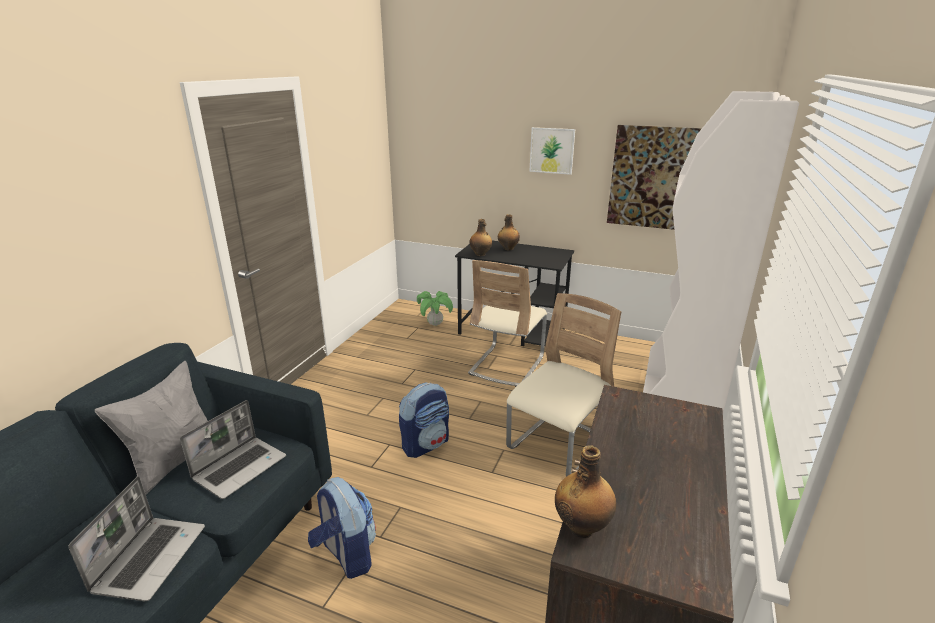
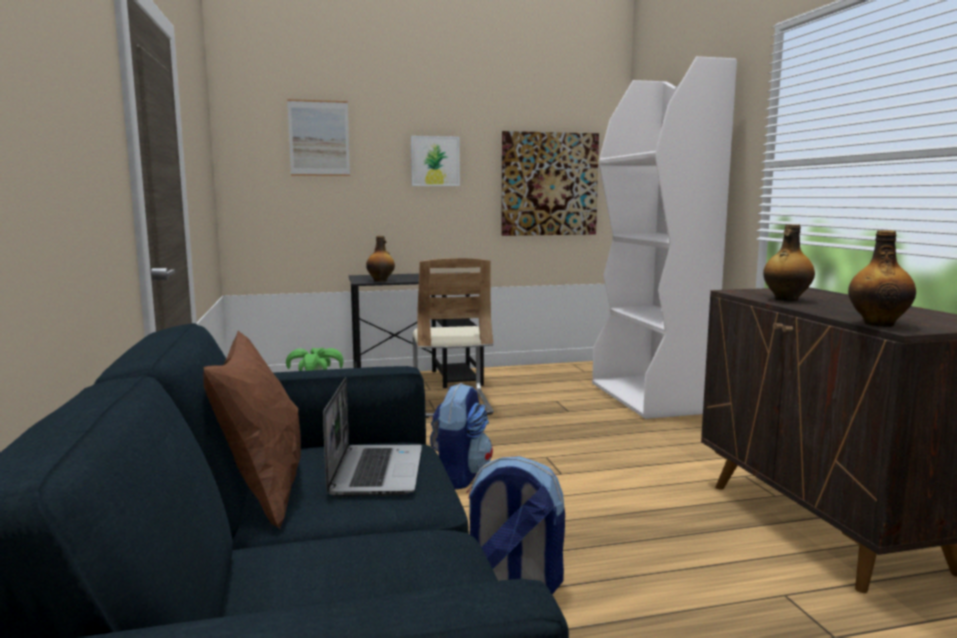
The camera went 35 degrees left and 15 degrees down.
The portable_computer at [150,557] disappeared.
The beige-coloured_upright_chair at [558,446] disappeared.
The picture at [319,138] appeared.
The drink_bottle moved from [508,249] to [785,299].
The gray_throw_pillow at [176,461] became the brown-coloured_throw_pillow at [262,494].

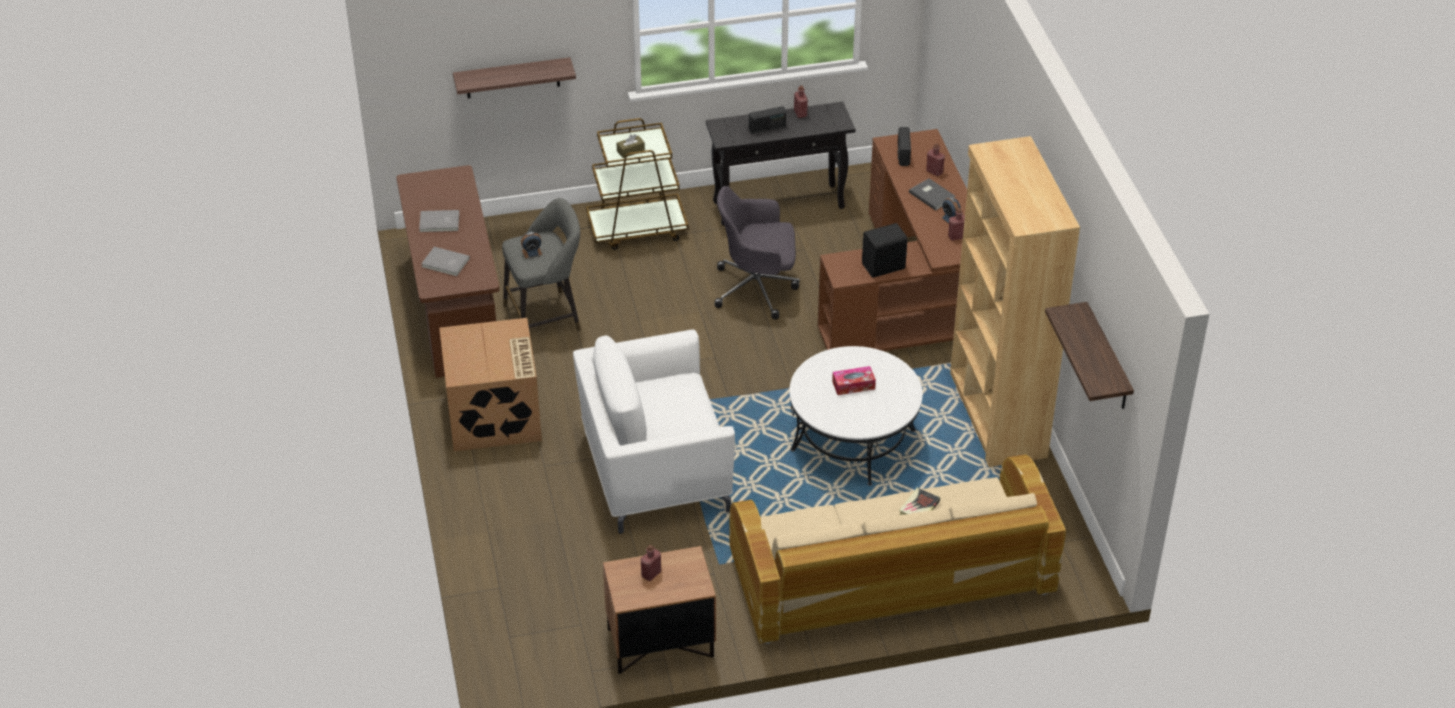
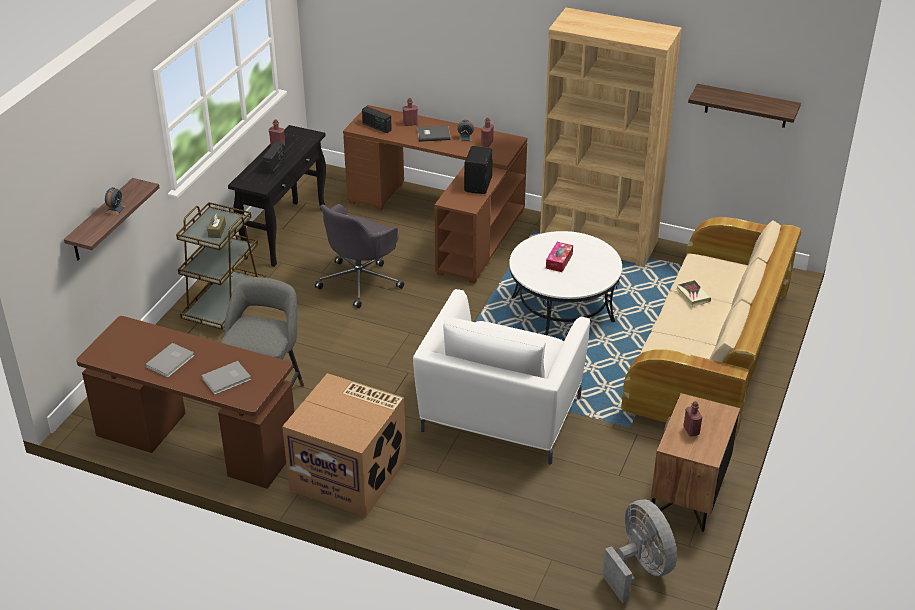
The camera went 55 degrees left and 5 degrees down.
The gray_fan at [639,569] appeared.
The alarm_clock moved from [532,252] to [115,209].

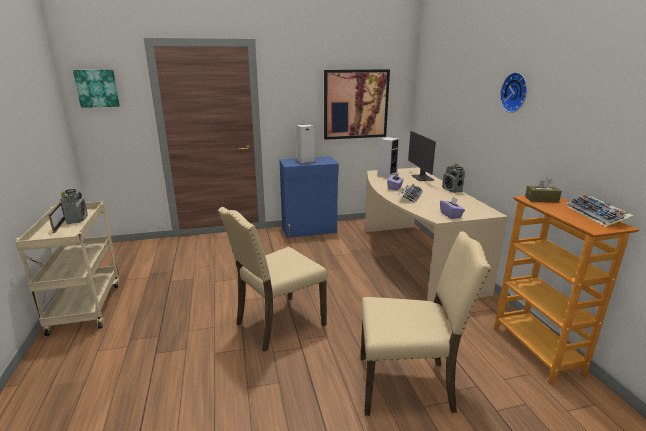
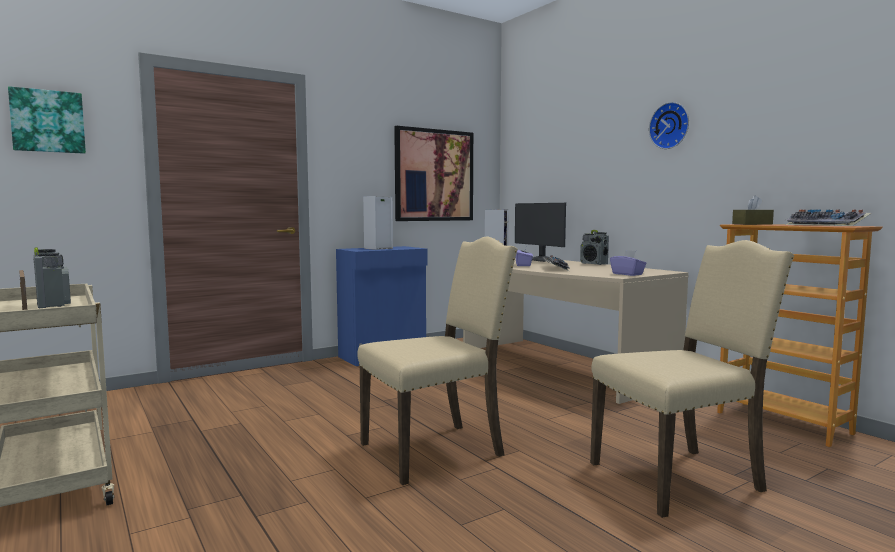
The camera went 20 degrees left and 15 degrees down.
The beige-coloured_upright_chair at [278,324] turned 150 degrees counterclockwise.

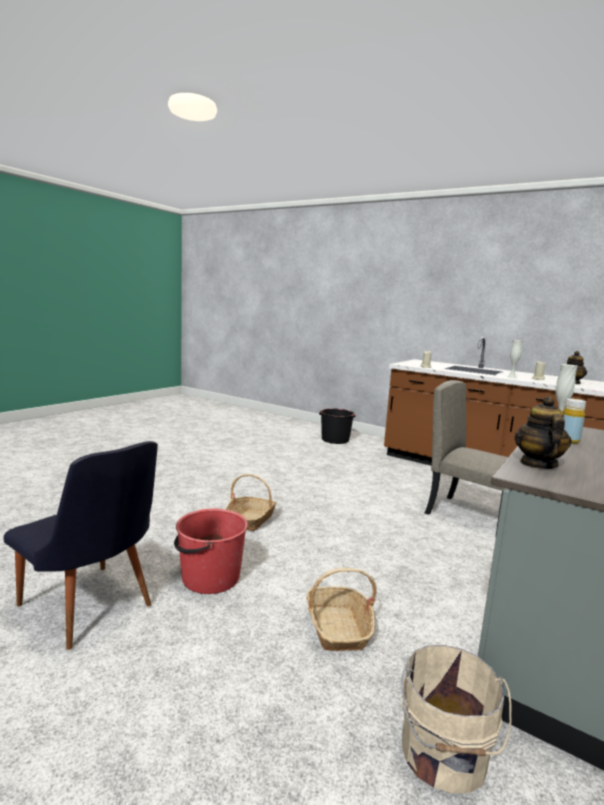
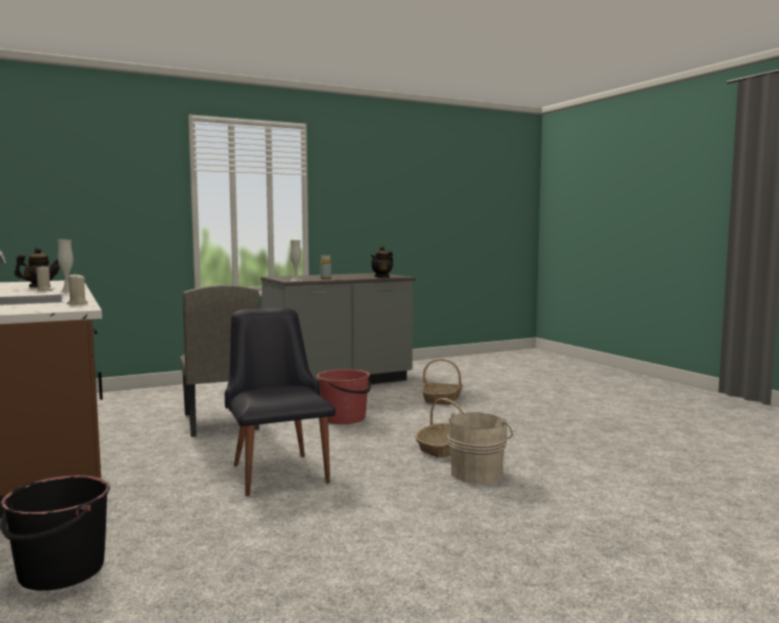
The camera went 150 degrees left and 5 degrees down.
The black_upright_chair moved from [91,611] to [278,470].
The red_bucket moved from [209,578] to [344,418].
The beige-coloured_bucket moved from [443,756] to [478,473].

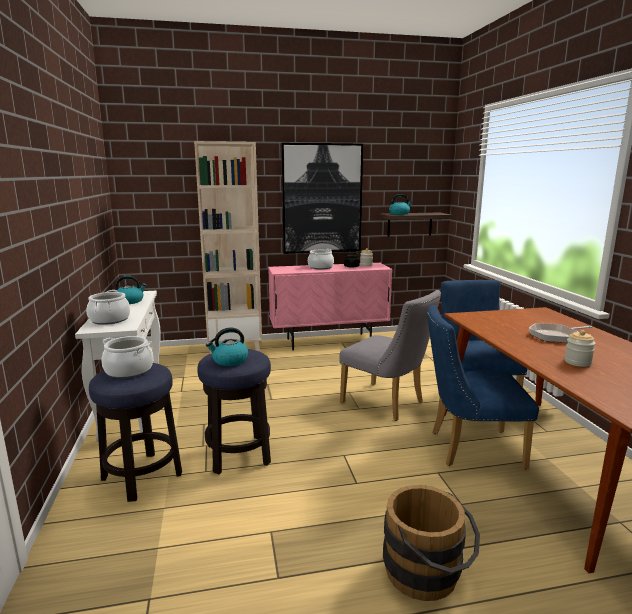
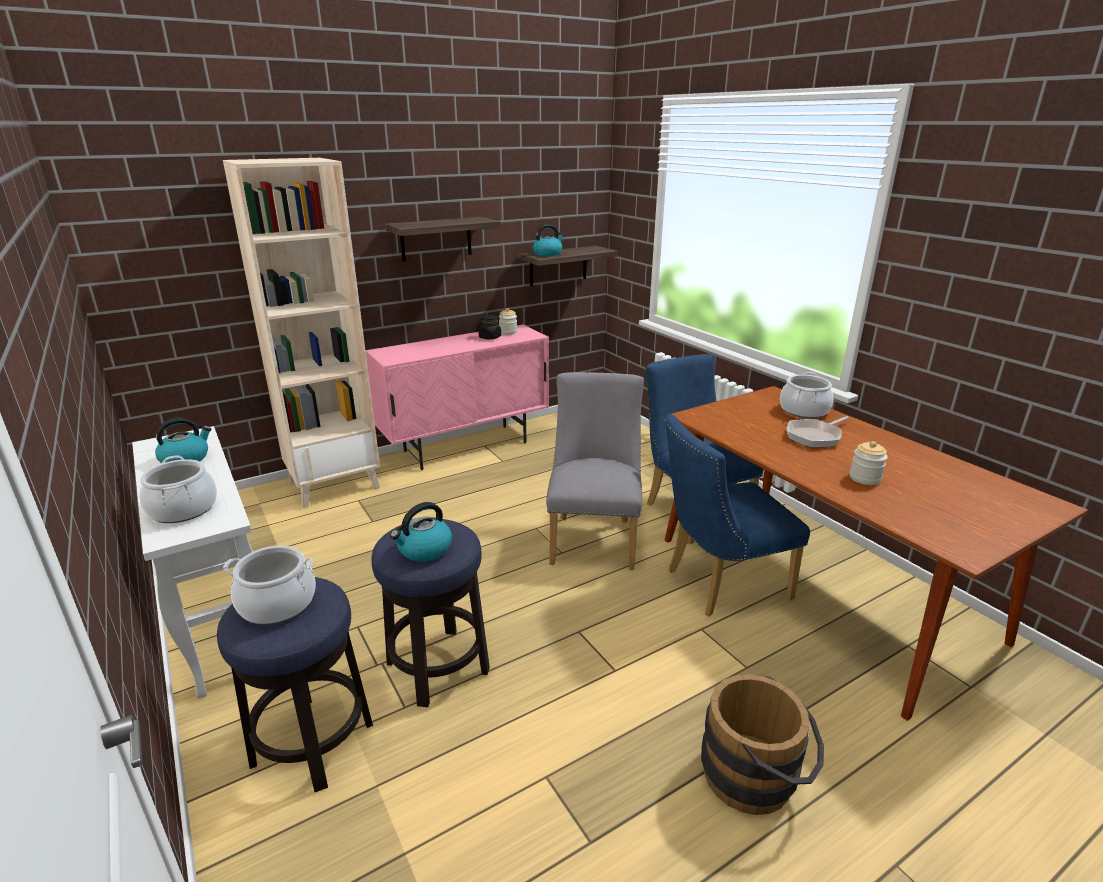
The camera went 20 degrees left and 10 degrees up.
The saucepot moved from [320,267] to [803,411].
The picture at [322,199] was replaced by the bracket_shelf at [436,239].
The gray_upright_chair at [387,404] turned 105 degrees counterclockwise.

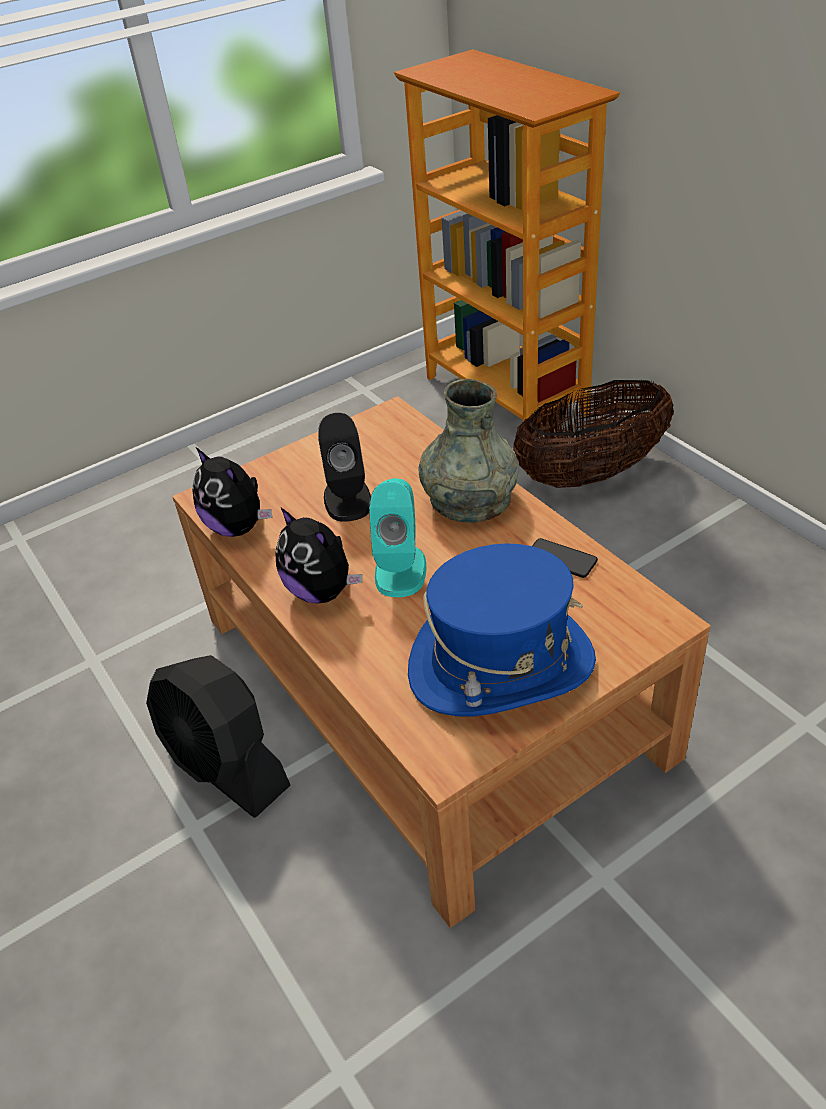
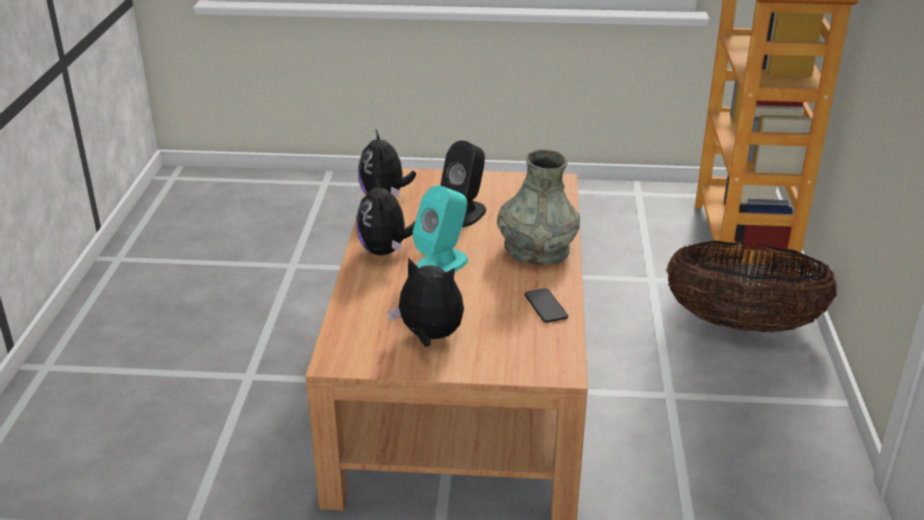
The camera went 35 degrees right and 10 degrees down.
The black_fan at [226,766] disappeared.
The bluish_clothing_hat at [501,666] was replaced by the plush_toy at [429,337].

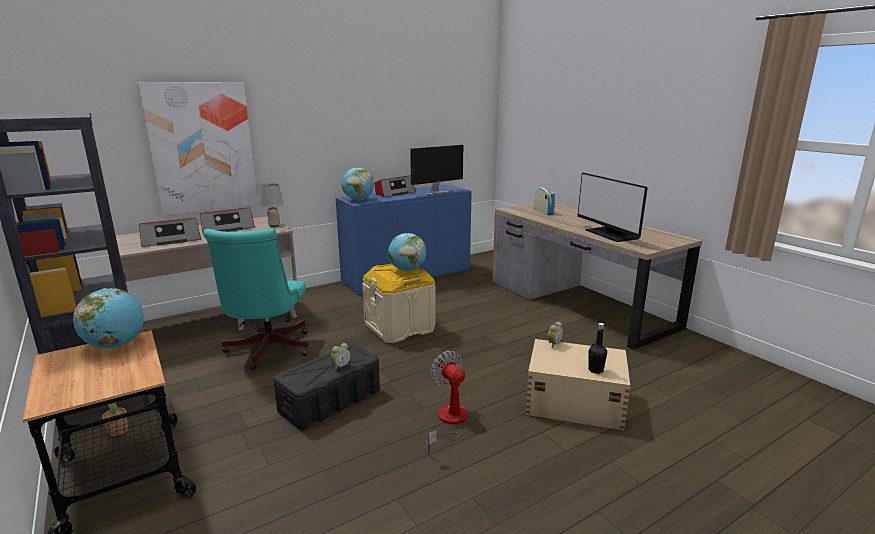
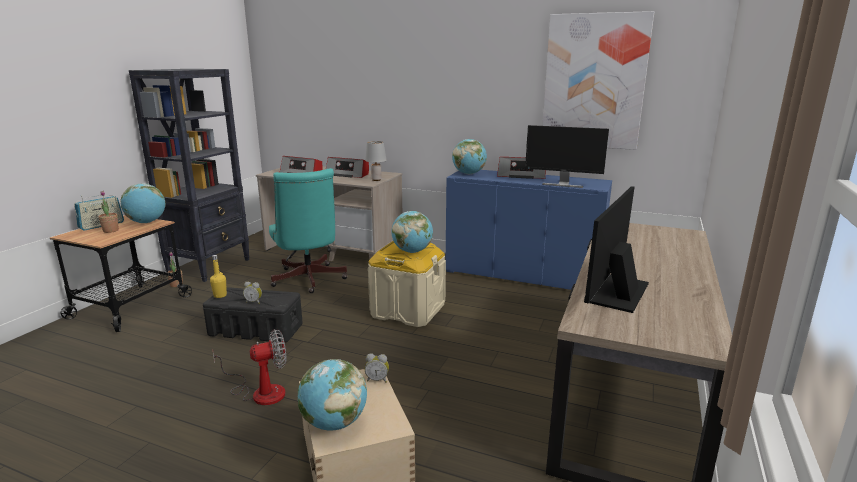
The camera went 55 degrees right and 0 degrees up.
The potted_plant at [111,230] appeared.
The yellow_drink_bottle at [220,295] appeared.
The picture moved from [202,148] to [594,82].
The radio_receiver moved from [543,211] to [101,225].
The black_drink_bottle at [595,370] was replaced by the globe at [334,423].
The turquoise_desk_chair at [267,351] turned 75 degrees counterclockwise.
The fan at [449,422] turned 45 degrees clockwise.

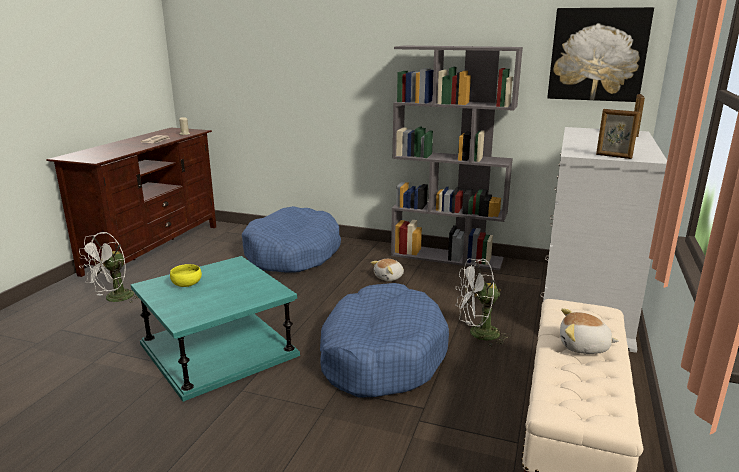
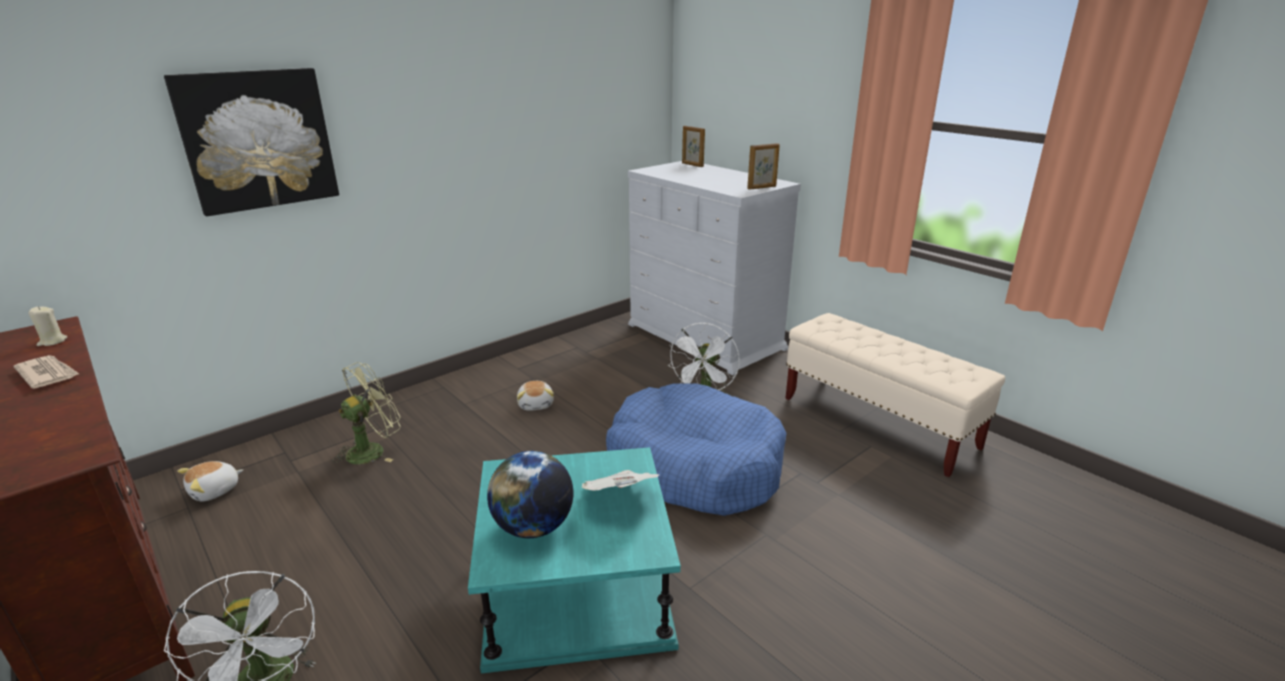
The camera went 60 degrees left and 5 degrees up.
The gray_bookshelf at [447,257] disappeared.
The printed_paper at [620,497] appeared.
The picture moved from [597,55] to [258,140].
The plush_toy moved from [583,347] to [215,491].
The yellow_deep_dish at [187,284] was replaced by the globe at [533,527].
The bluish_dog_bed at [292,254] was replaced by the greenish_fan at [372,450].

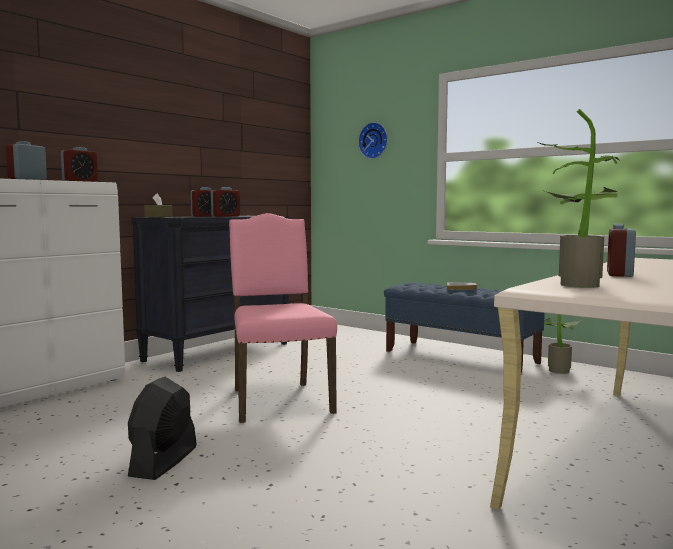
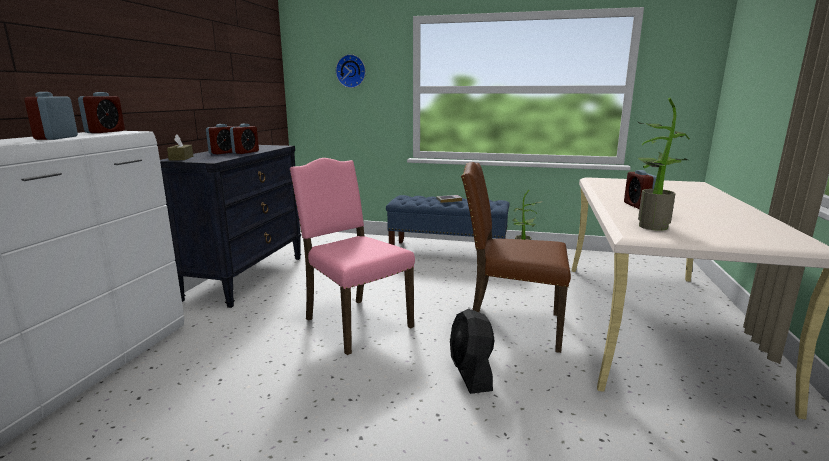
The camera went 25 degrees left and 10 degrees up.
The brown-coloured_upright_chair at [511,326] appeared.
The black_fan moved from [163,461] to [471,373].

